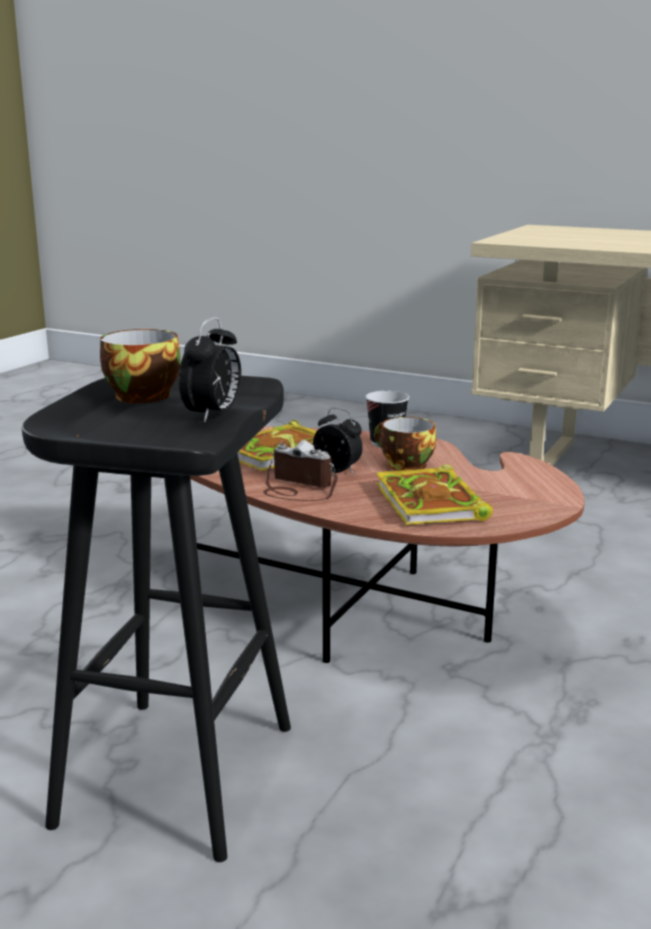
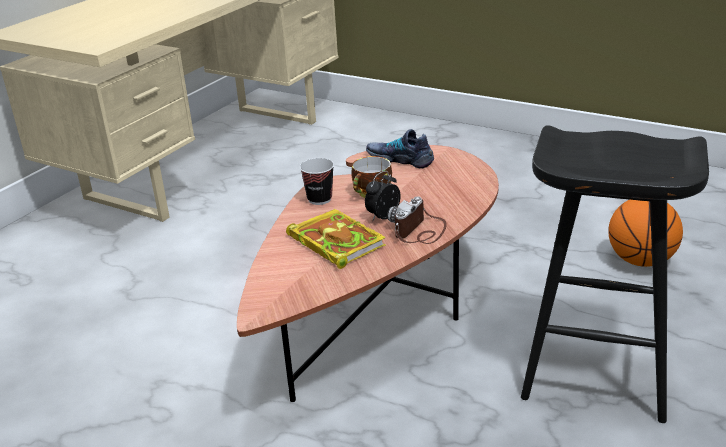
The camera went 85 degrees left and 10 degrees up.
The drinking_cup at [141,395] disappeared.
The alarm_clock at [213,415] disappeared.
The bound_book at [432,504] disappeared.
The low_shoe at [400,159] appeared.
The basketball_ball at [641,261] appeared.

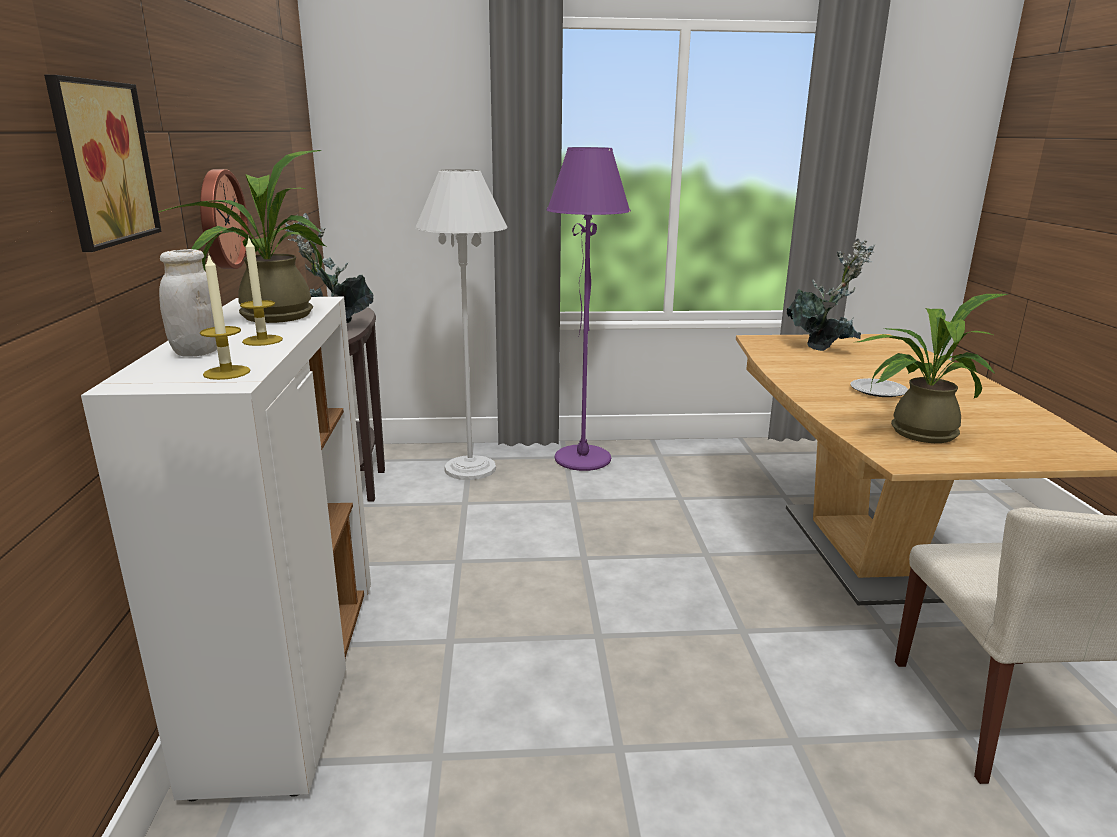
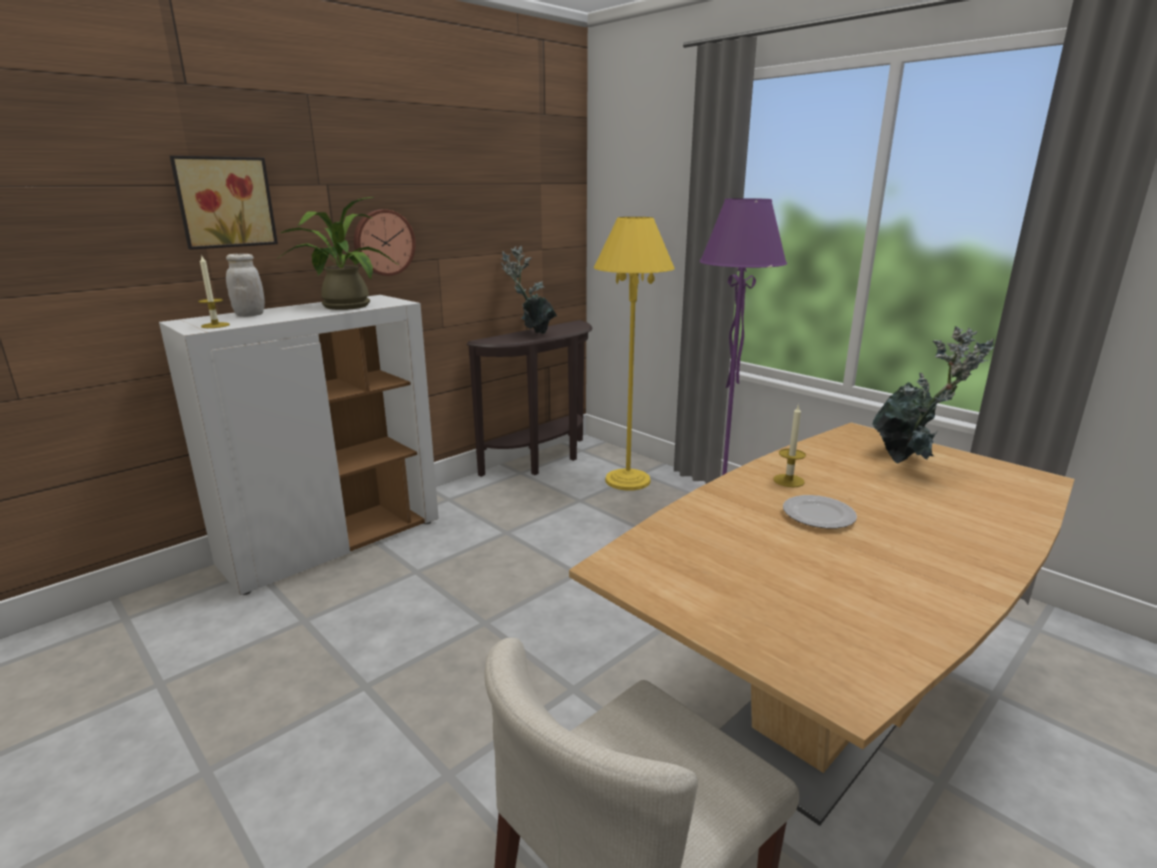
The camera went 50 degrees right and 0 degrees up.
The potted_plant at [914,432] disappeared.
The wax_light moved from [262,340] to [788,480].
The whitish_floor_lamp at [470,468] became the yellow_floor_lamp at [627,480].

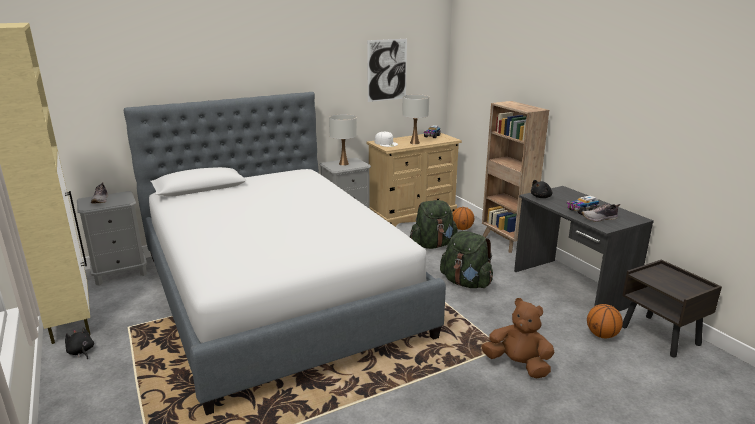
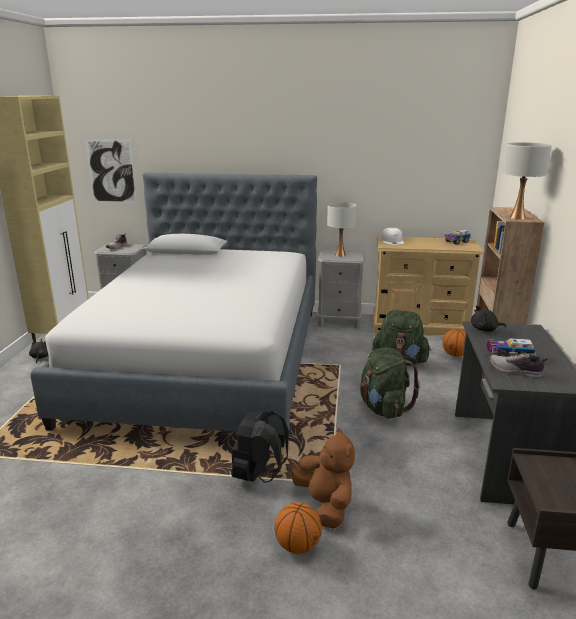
The camera went 35 degrees right and 0 degrees up.
The black_rucksack at [258,475] appeared.
The picture moved from [387,70] to [111,171].
The whitish_table_lamp moved from [415,143] to [517,217].
The basketball_ball moved from [602,335] to [298,546].

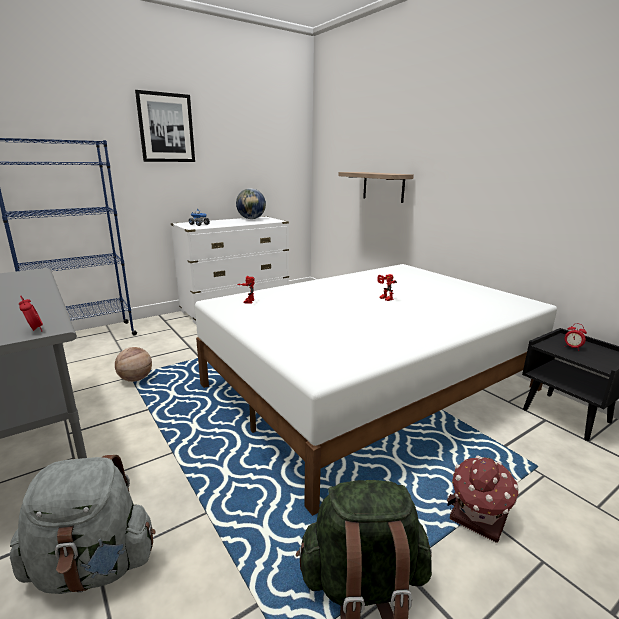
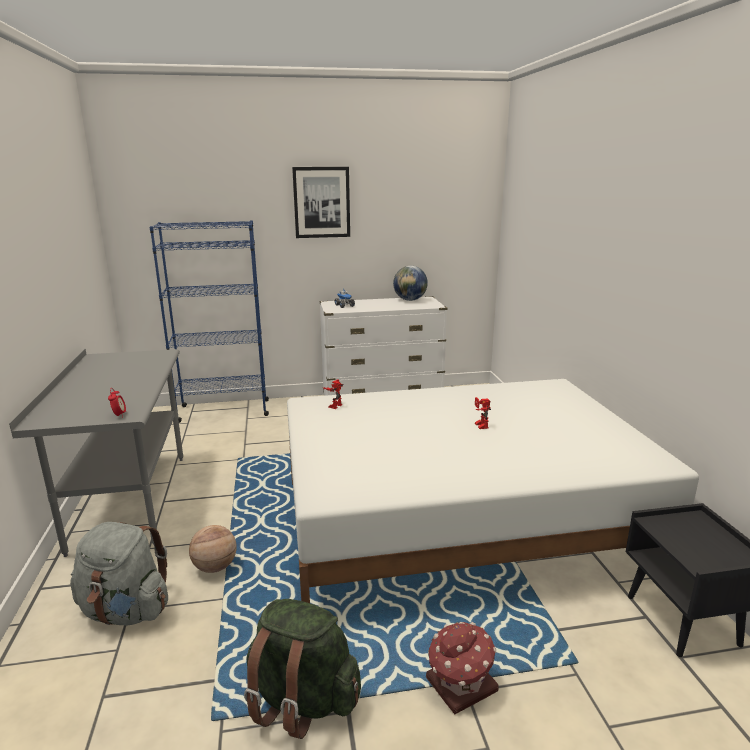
The camera went 25 degrees right and 0 degrees up.
The bracket_shelf at [383,186] disappeared.
The alarm_clock at [572,348] disappeared.
The basketball_ball moved from [136,379] to [215,567].

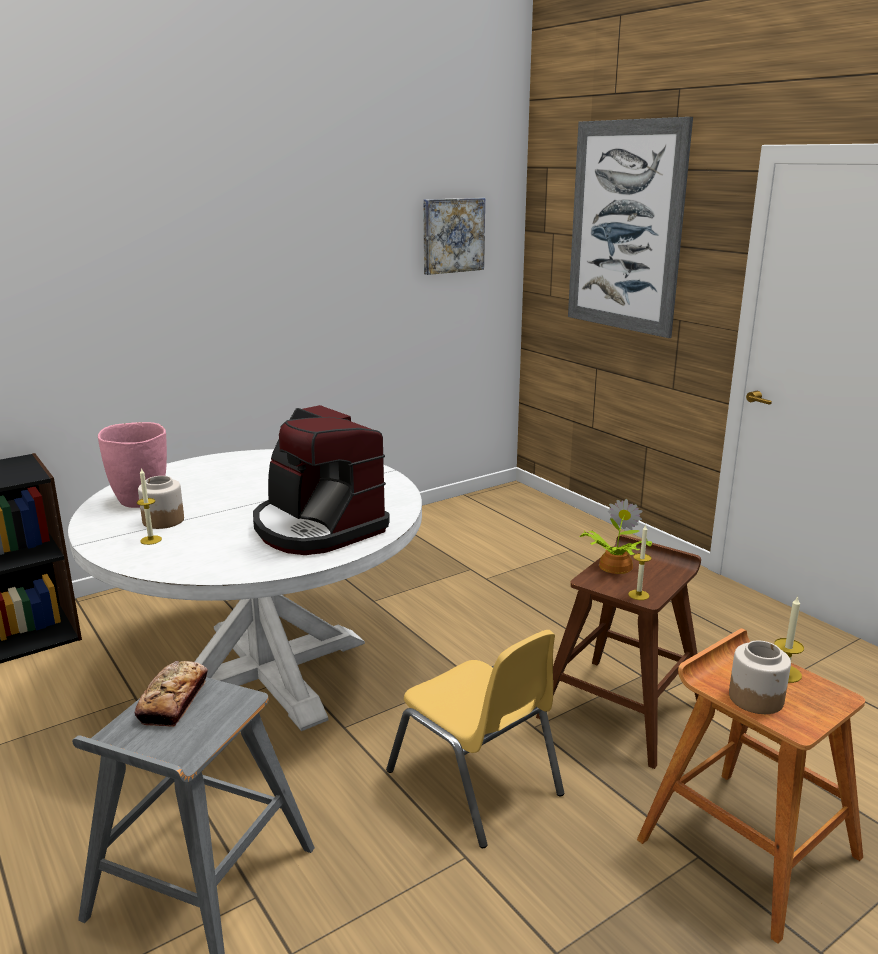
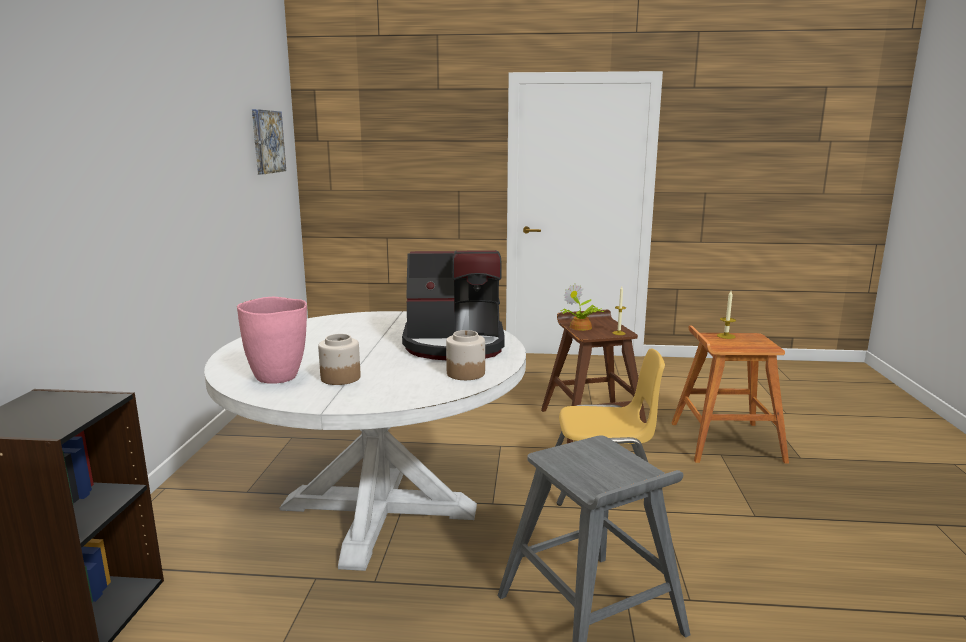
The camera went 50 degrees left and 5 degrees down.
The baked_bread at [173,700] disappeared.
The wax_light at [151,540] disappeared.
The picture at [625,227] disappeared.
The preserve_jar moved from [756,698] to [465,373].

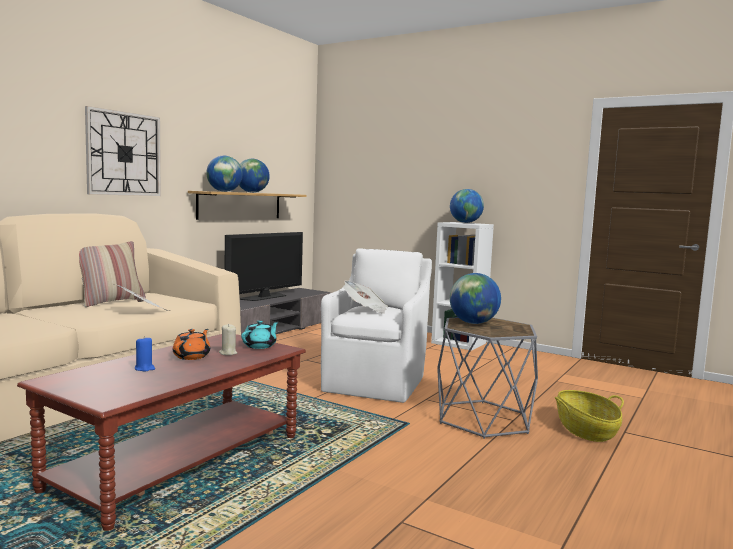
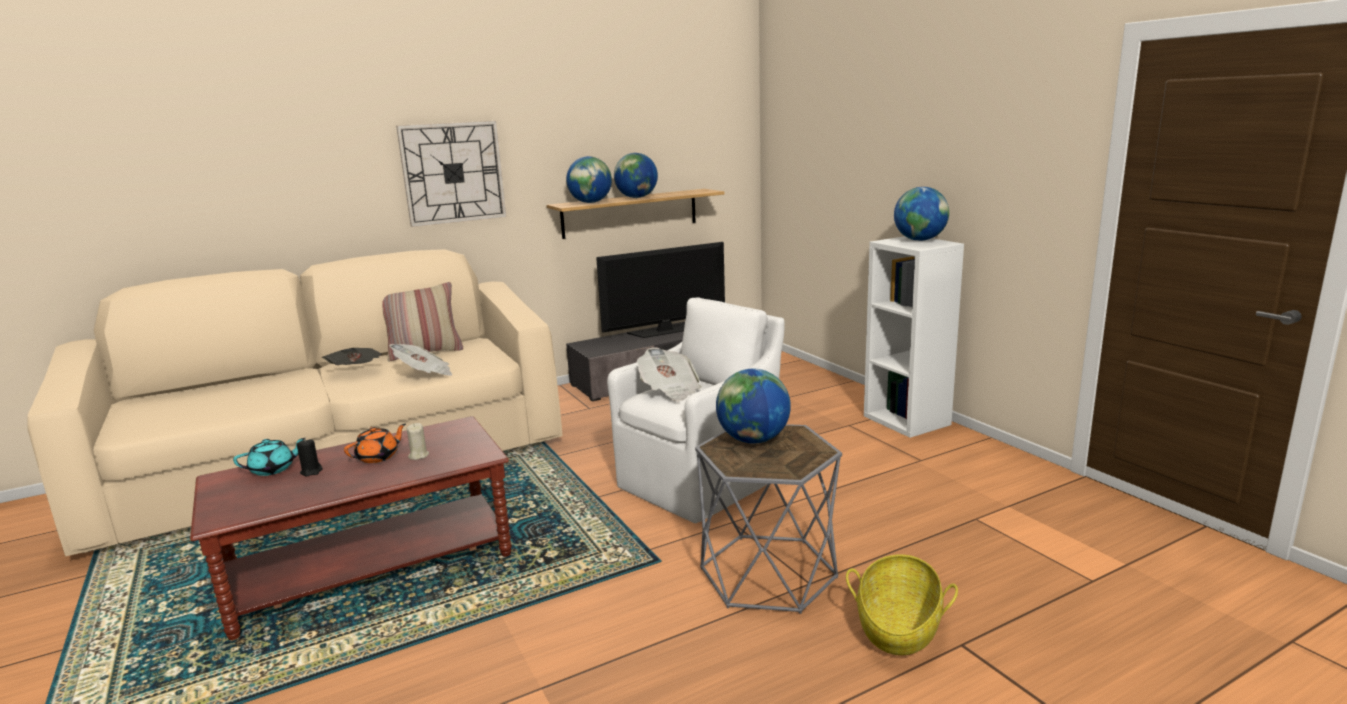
The camera went 30 degrees right and 10 degrees up.
The printed_paper at [356,371] appeared.
The turquoise_pot_for_tea moved from [260,346] to [273,469].
The bluish_wax_light at [144,368] became the black_wax_light at [311,471].

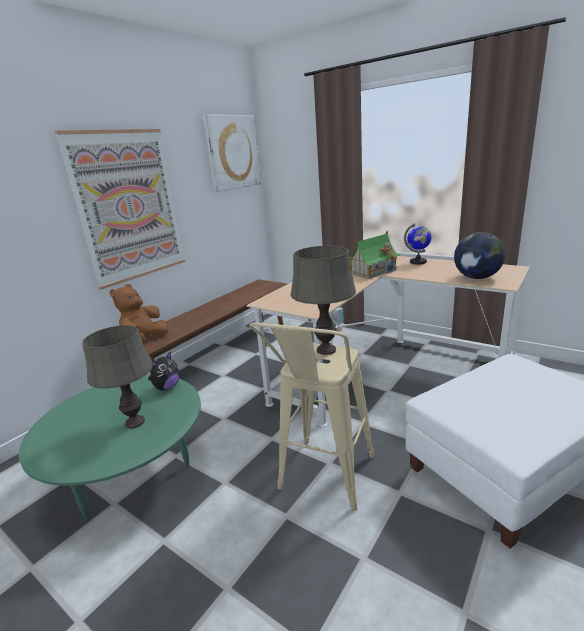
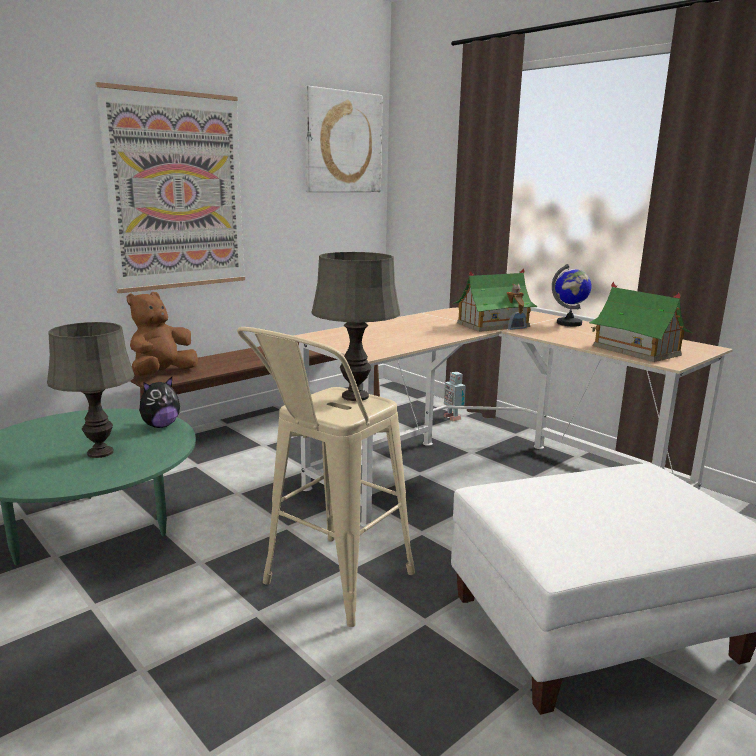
The camera went 10 degrees right and 5 degrees down.
The globe at [477,278] was replaced by the toy_house at [635,350].

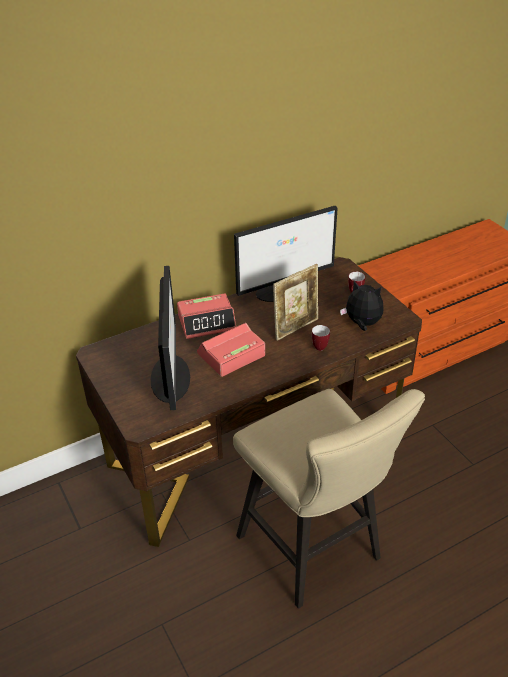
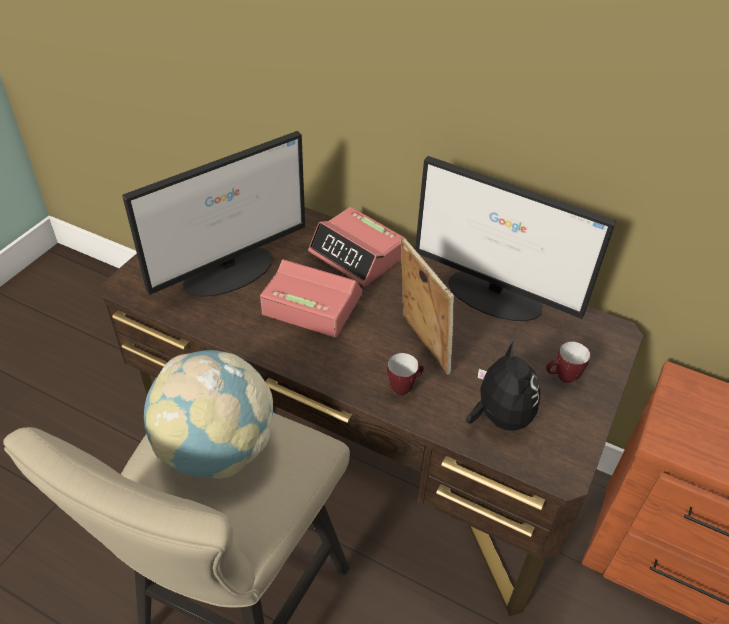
The camera went 55 degrees right and 5 degrees up.
The globe at [216,449] appeared.
The photo_frame at [296,328] turned 135 degrees counterclockwise.

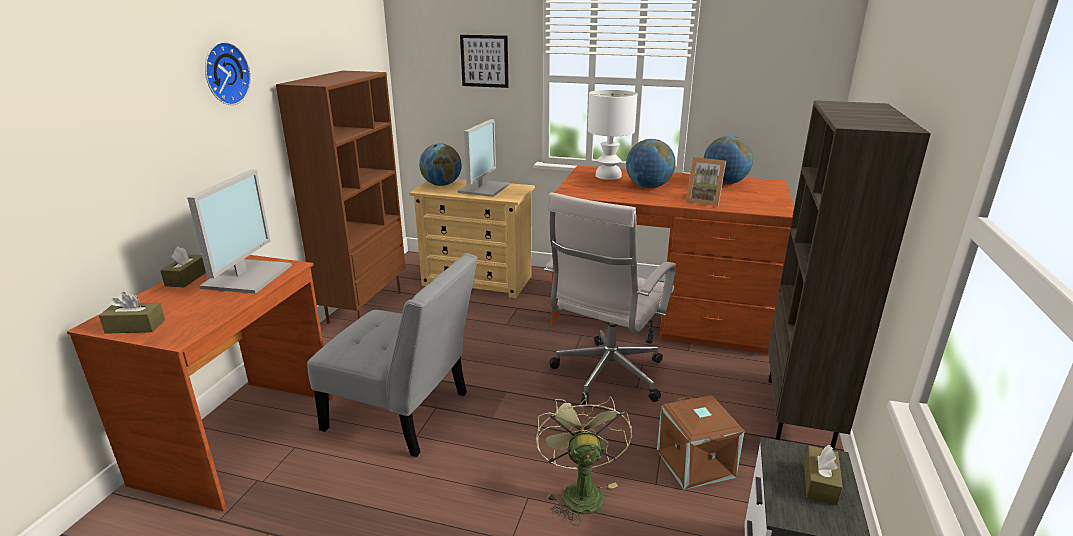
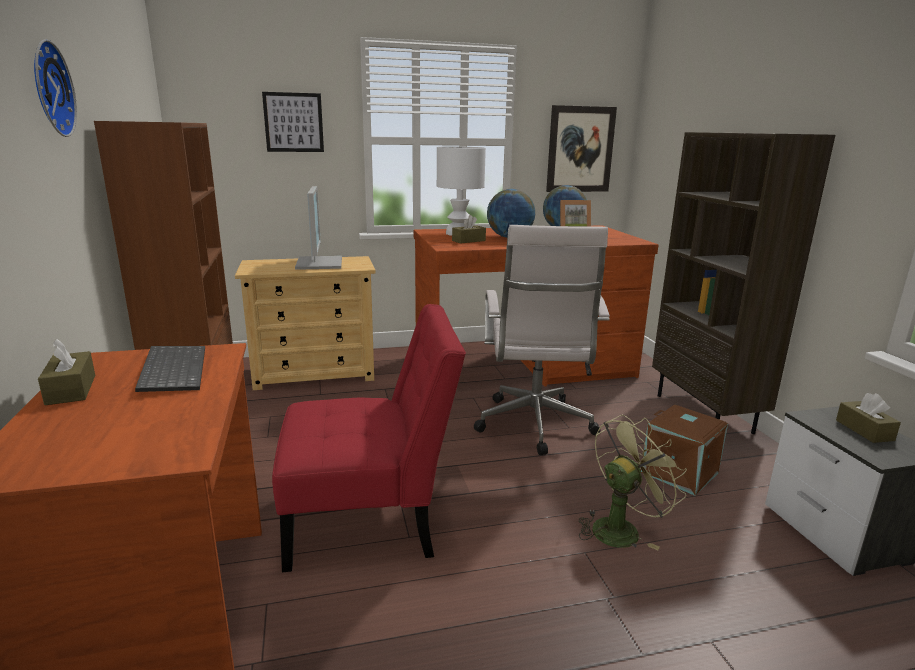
The camera went 30 degrees left and 5 degrees down.
The globe at [441,185] disappeared.
The picture at [580,149] appeared.
The brown-coloured_tissue_box moved from [135,326] to [468,241].
The computer_screen at [247,276] was replaced by the keyboard at [172,370].
The gray_upright_chair at [404,414] became the red_upright_chair at [370,520].
The greenish_fan at [580,491] turned 90 degrees clockwise.

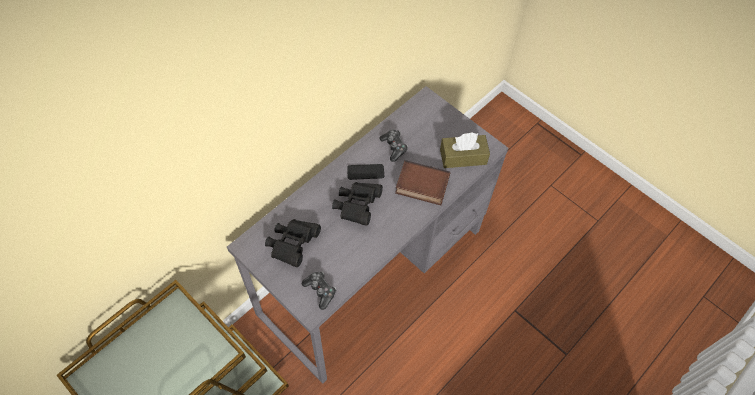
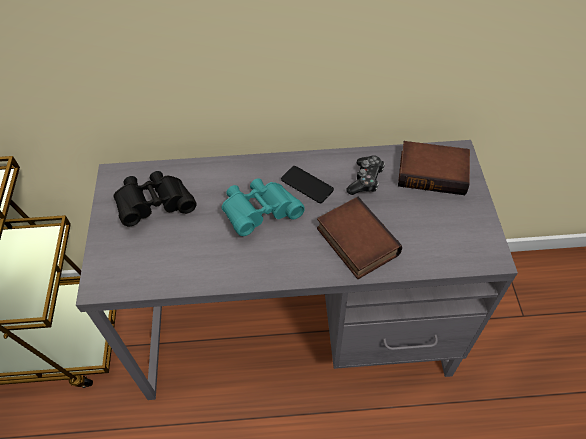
The camera went 45 degrees right and 5 degrees down.
The gamepad at [320,291] disappeared.
The brown-coloured_tissue_box at [463,157] disappeared.
The bound_book at [433,171] appeared.
The black_pair_of_binoculars at [357,206] became the turquoise_pair_of_binoculars at [260,213].

